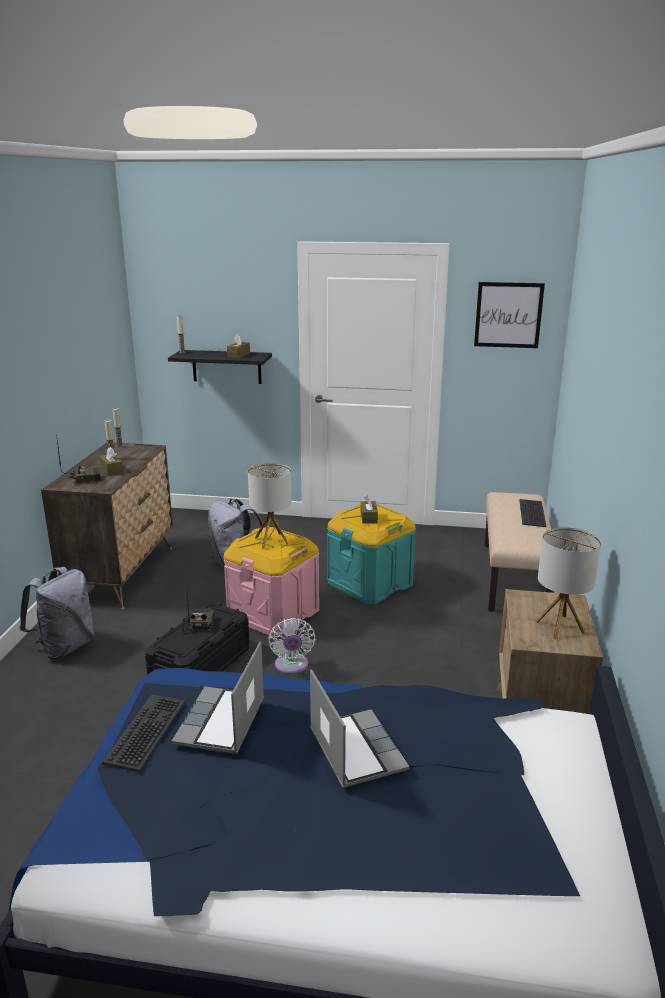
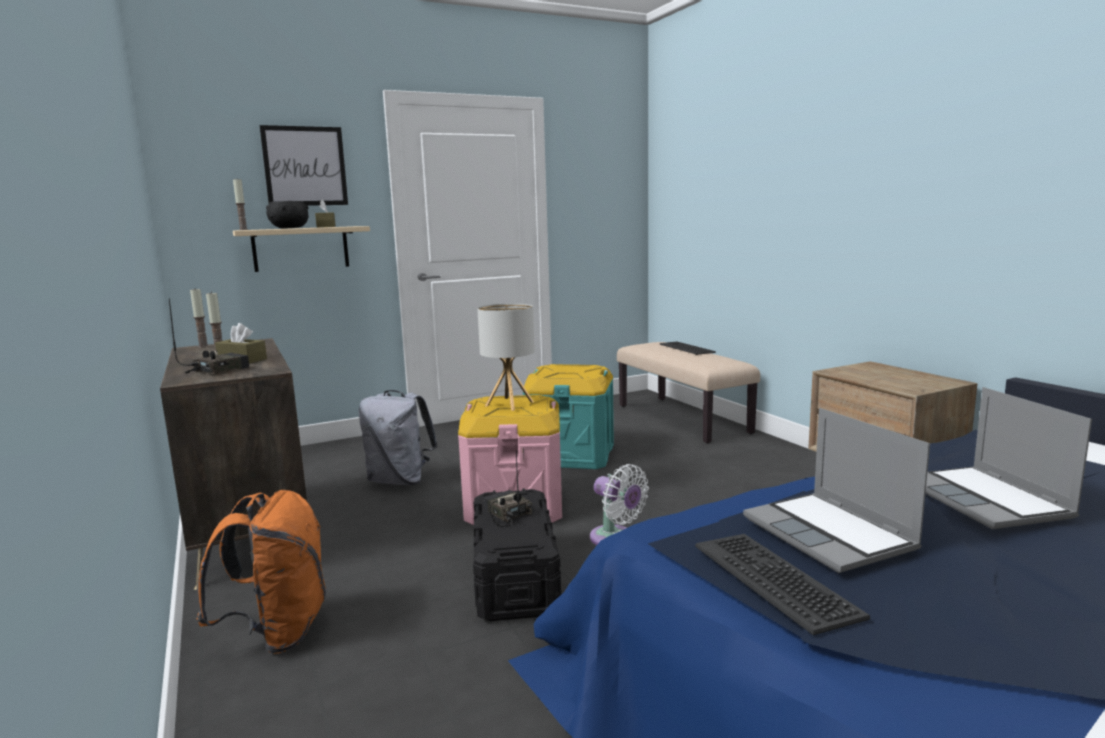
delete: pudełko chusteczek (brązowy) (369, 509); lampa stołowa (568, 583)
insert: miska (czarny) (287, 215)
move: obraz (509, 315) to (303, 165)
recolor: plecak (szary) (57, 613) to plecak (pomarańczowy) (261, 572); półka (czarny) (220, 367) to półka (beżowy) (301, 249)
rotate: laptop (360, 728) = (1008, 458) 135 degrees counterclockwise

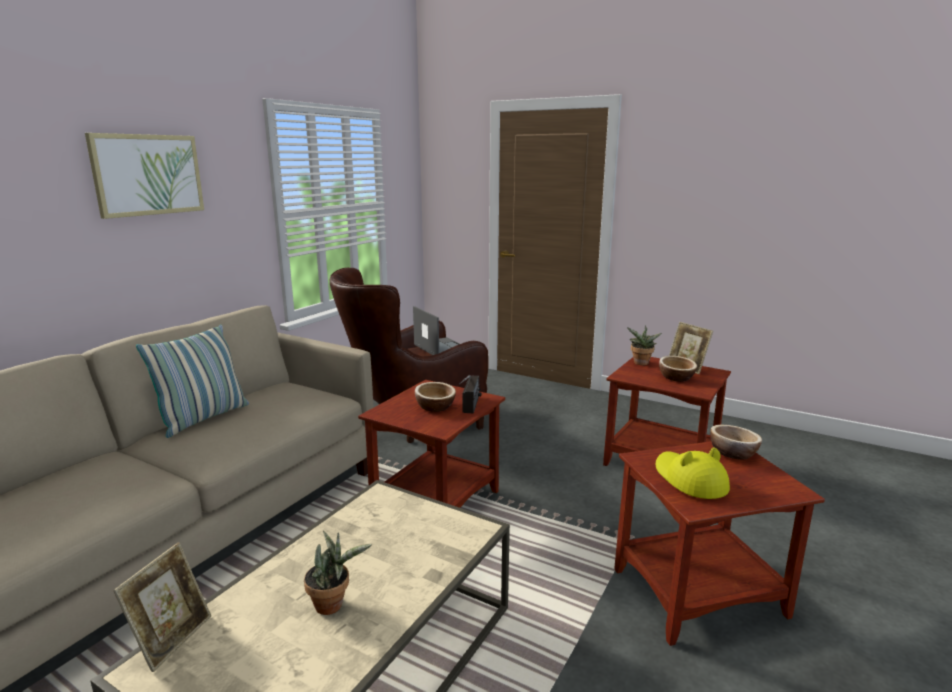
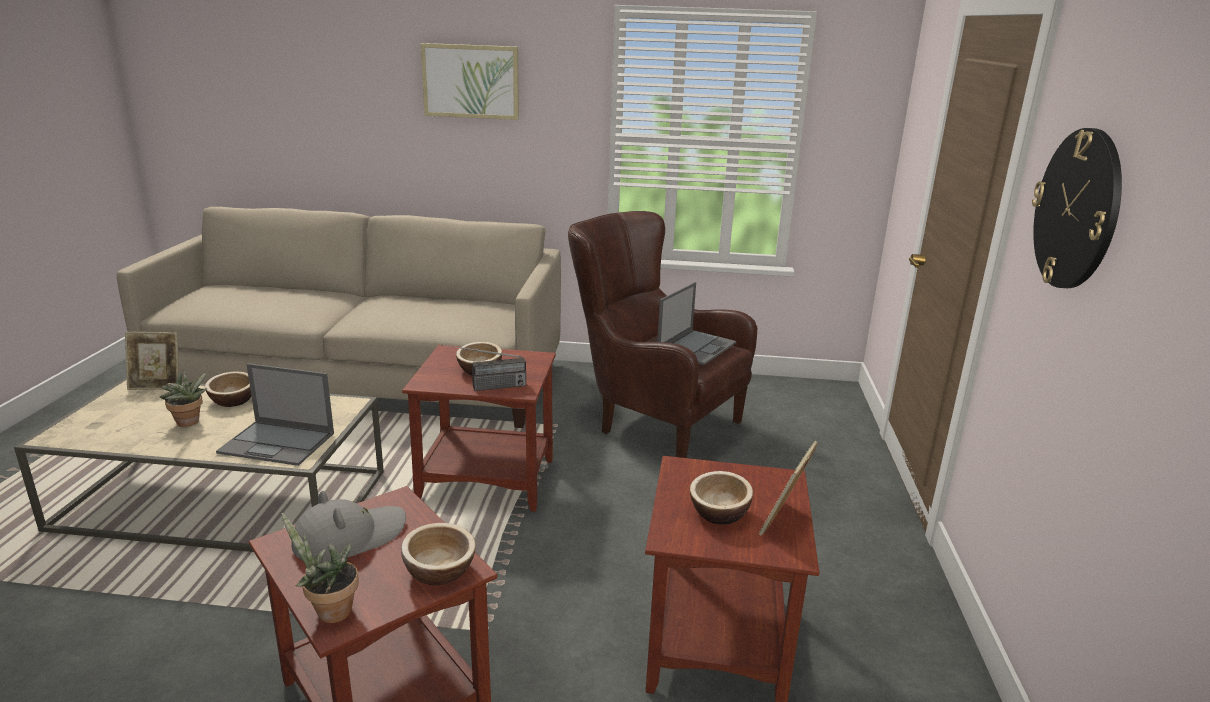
delete: poduszka (192, 381)
insert: miska (228, 389); laptop (275, 414); zegar ścienny (1077, 208)
move: roślina doniczkowa (644, 345) to (320, 568)
recolor: kapelusz (żółty) (692, 473) to kapelusz (szary) (348, 527)

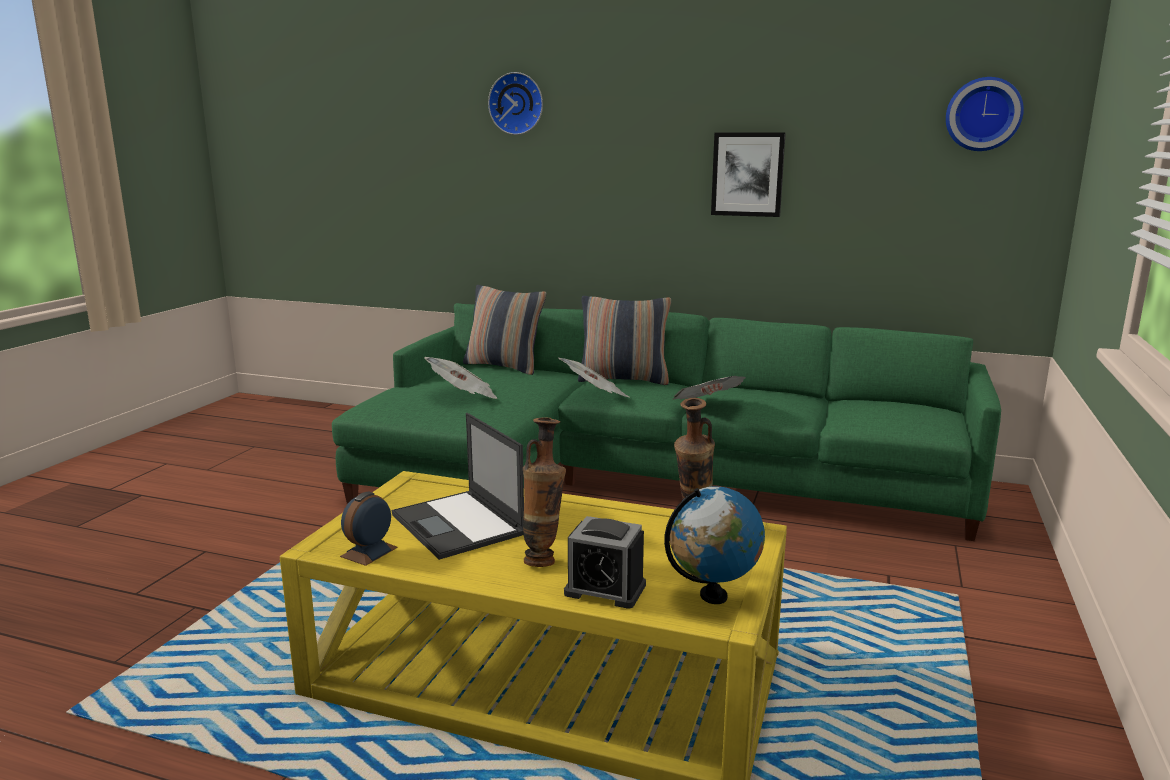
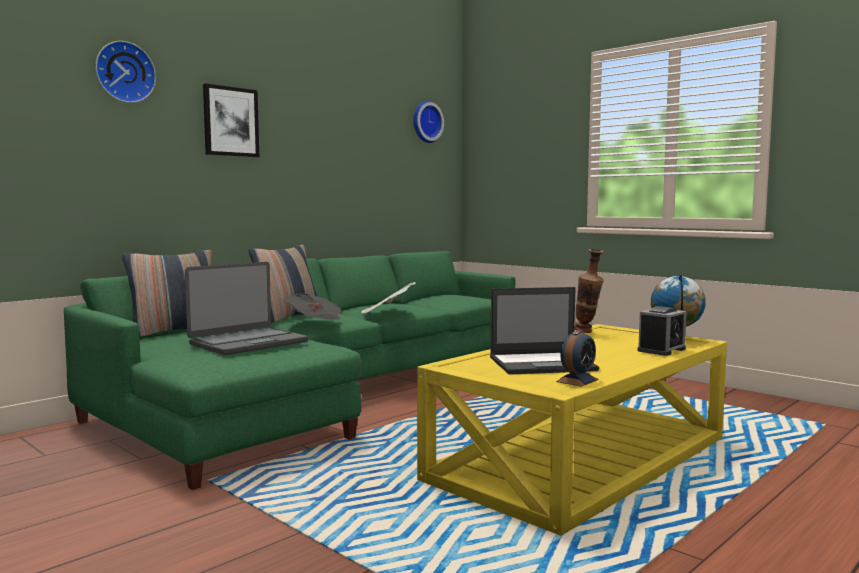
delete: wazon (544, 492)
move: obraz (748, 175) to (231, 120)
replace: gazeta (461, 378) to laptop (246, 308)
rotate: budzik (369, 529) = (577, 358) 105 degrees counterclockwise

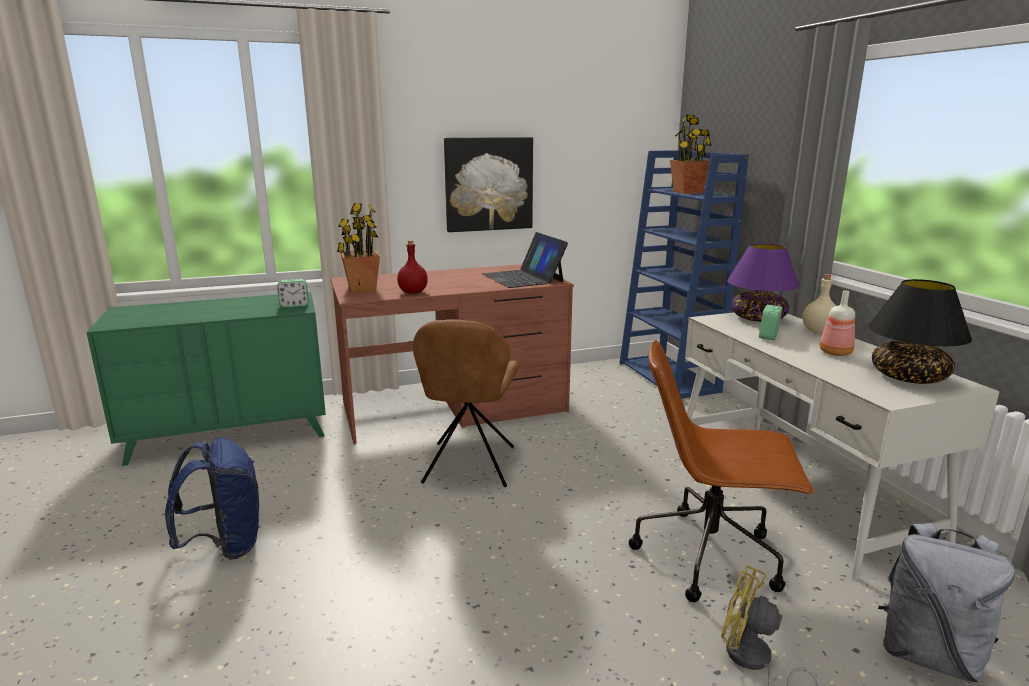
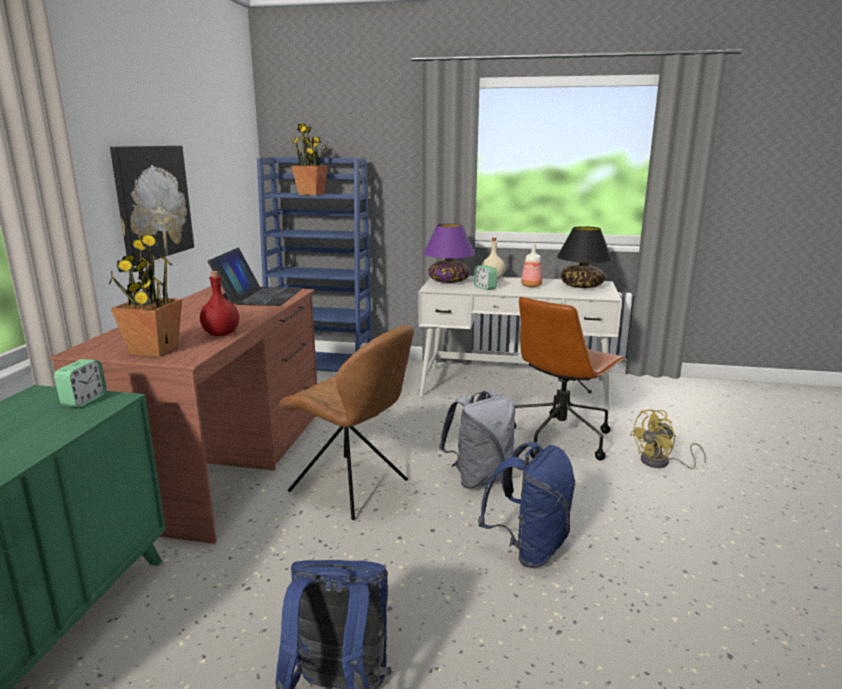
insert: plecak (niebieski) (527, 505)
move: plecak (szary) (946, 602) to (477, 439)
rotate: laptop (525, 260) = (255, 277) 90 degrees counterclockwise

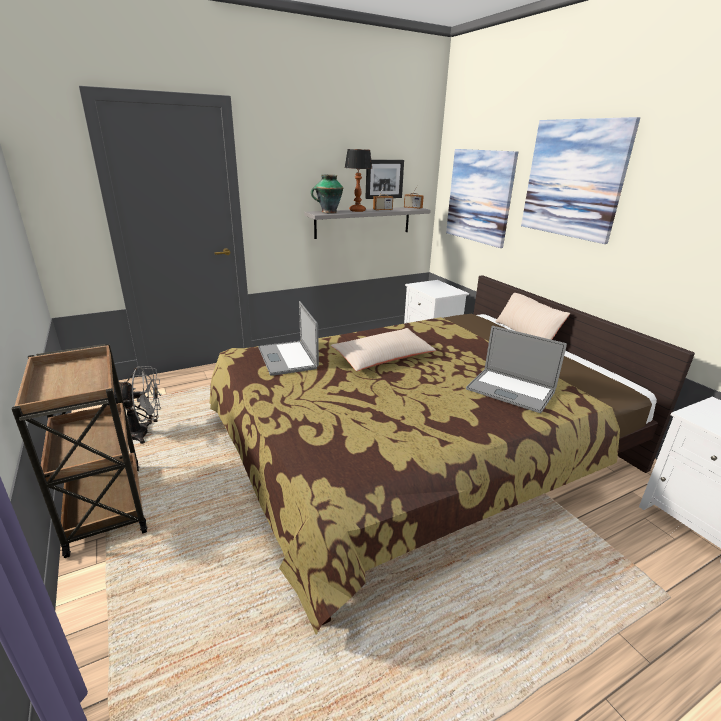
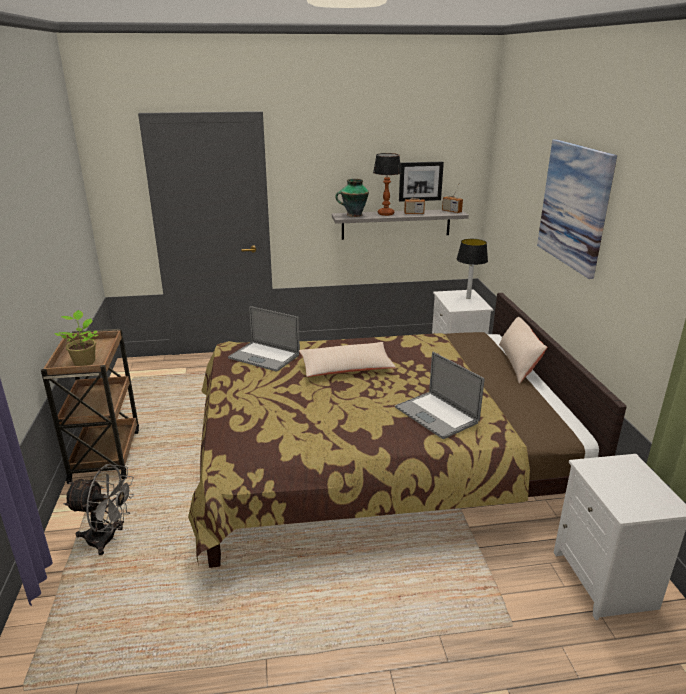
delete: obraz (482, 198)
insert: roślina doniczkowa (76, 338); lampa stołowa (472, 269)
move: wentylator (szary) (137, 405) to (99, 509)
rotate: laptop (288, 338) = (264, 339) 60 degrees counterclockwise

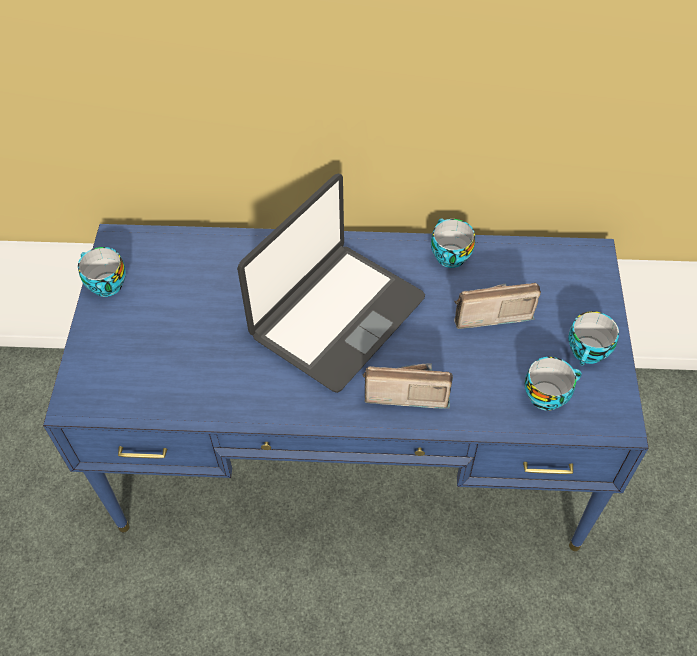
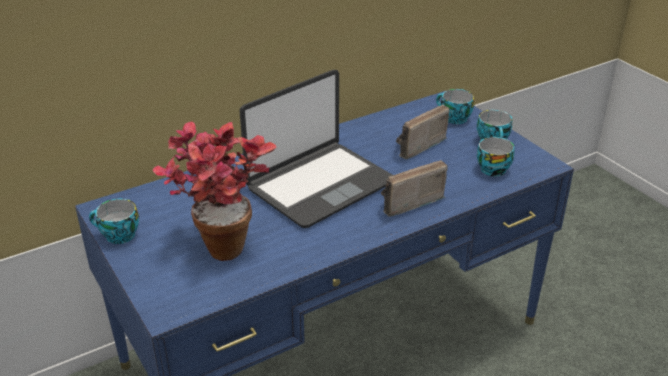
insert: roślina doniczkowa (215, 191)
move: filiżanka (453, 243) to (455, 106)
rotate: laptop (331, 283) = (316, 149) 45 degrees clockwise

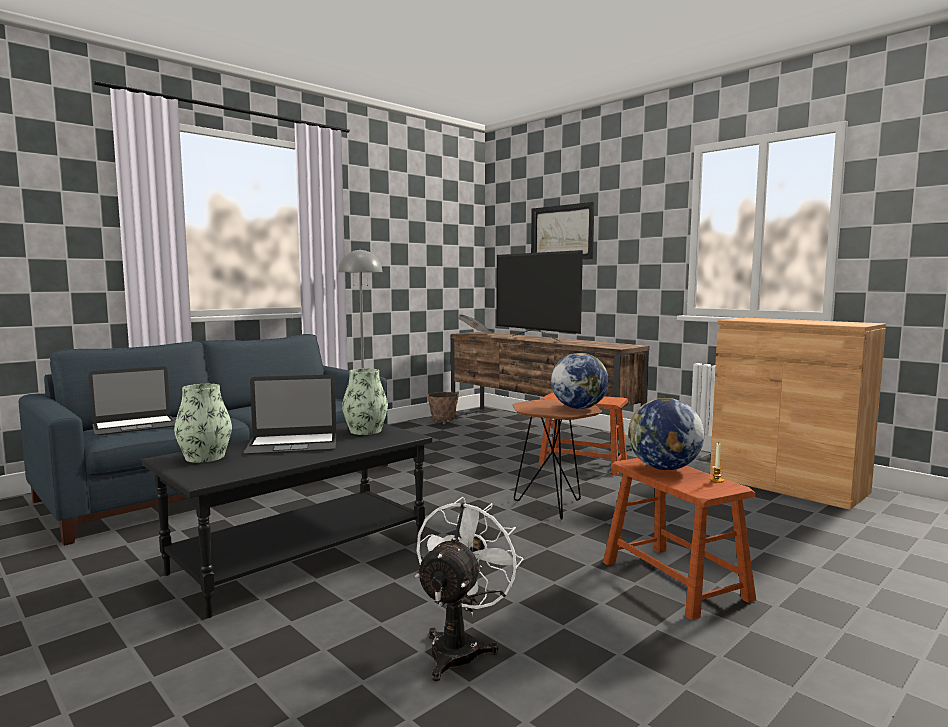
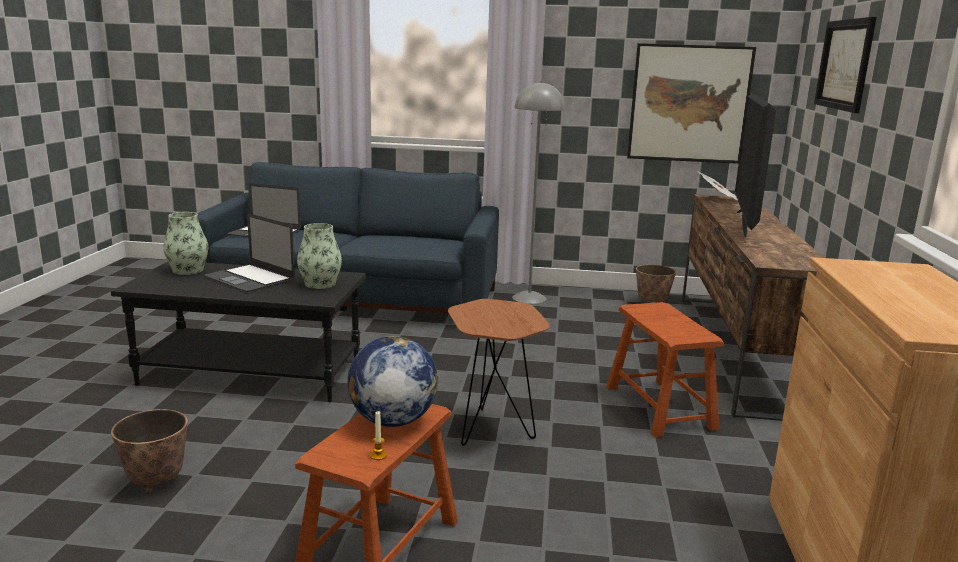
delete: globus (580, 381)
insert: obraz (691, 103)
replace: wentylator (biały) (469, 589) to donica (149, 451)

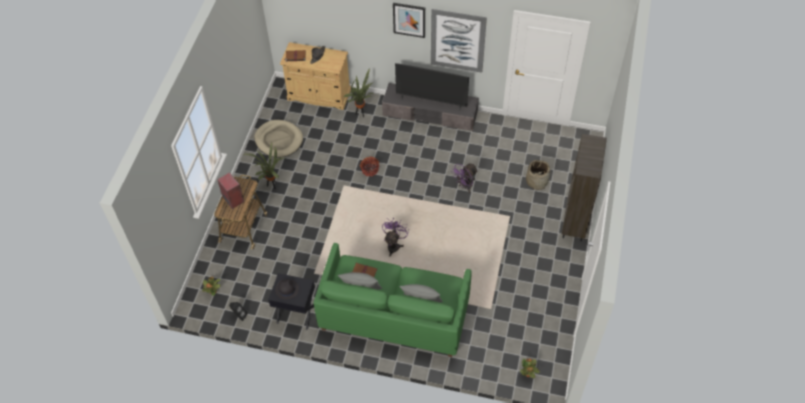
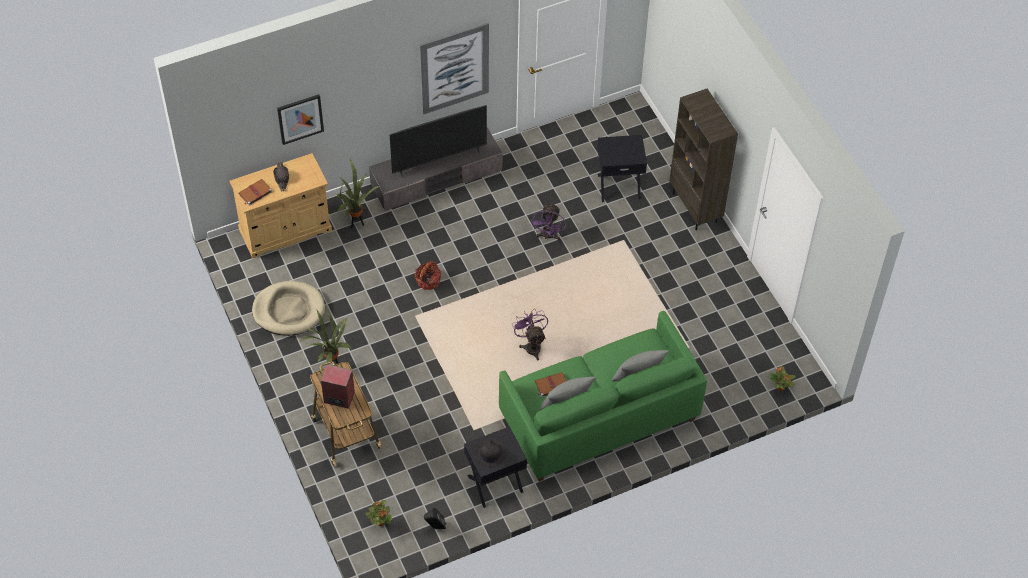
move: obraz (409, 20) to (300, 119)
replace: koszyk (538, 175) to stolik (czarny) (622, 168)

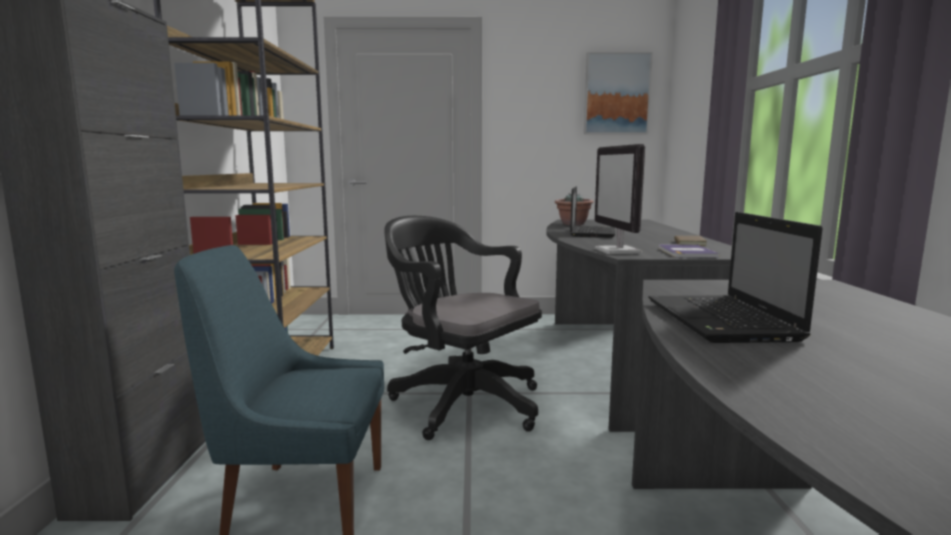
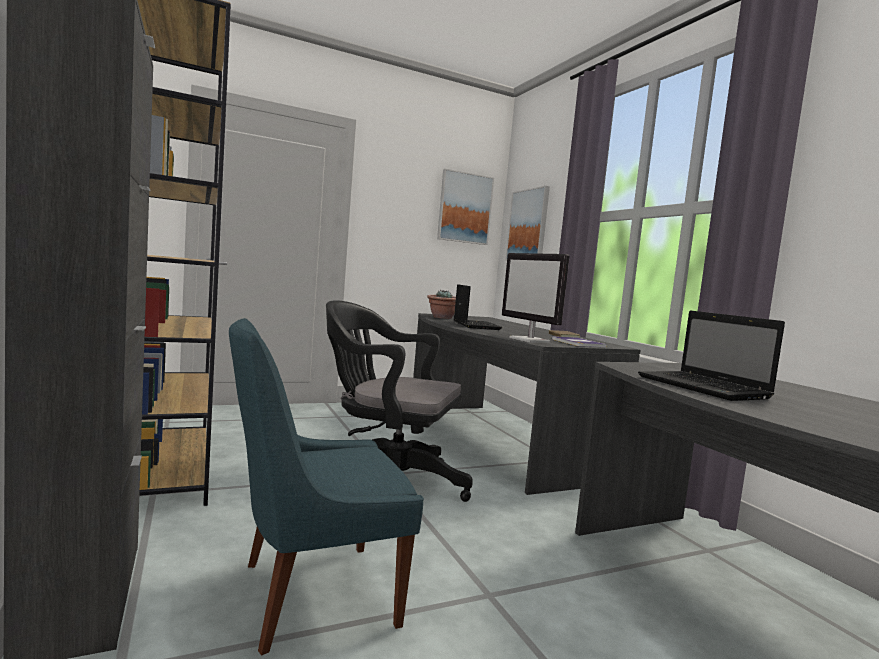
insert: obraz (527, 223)

